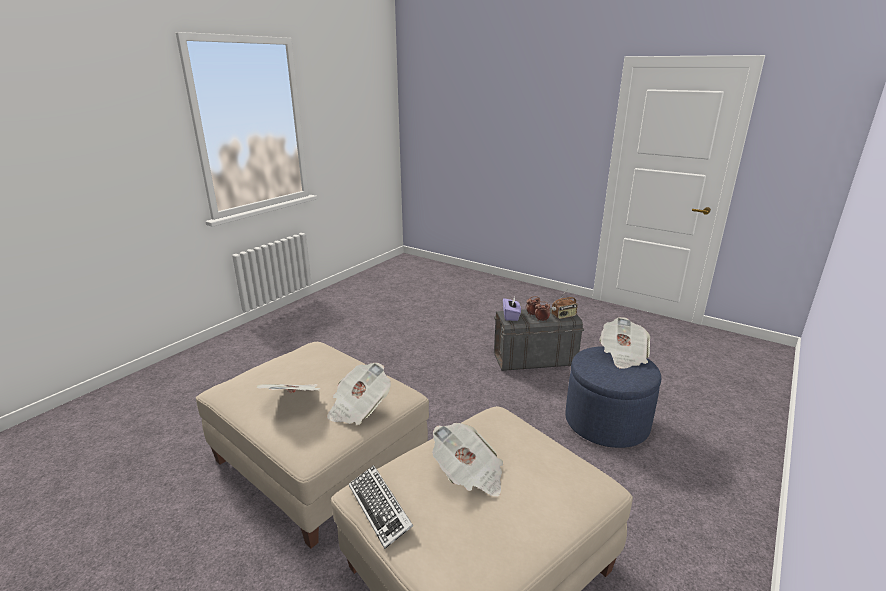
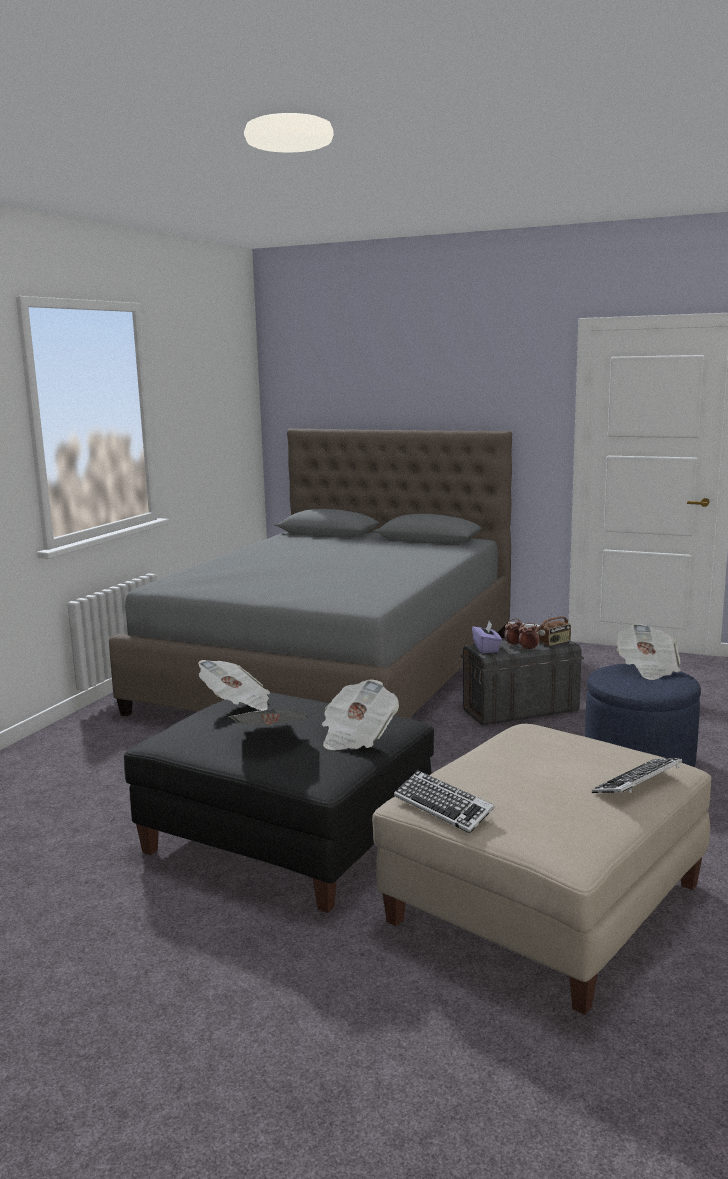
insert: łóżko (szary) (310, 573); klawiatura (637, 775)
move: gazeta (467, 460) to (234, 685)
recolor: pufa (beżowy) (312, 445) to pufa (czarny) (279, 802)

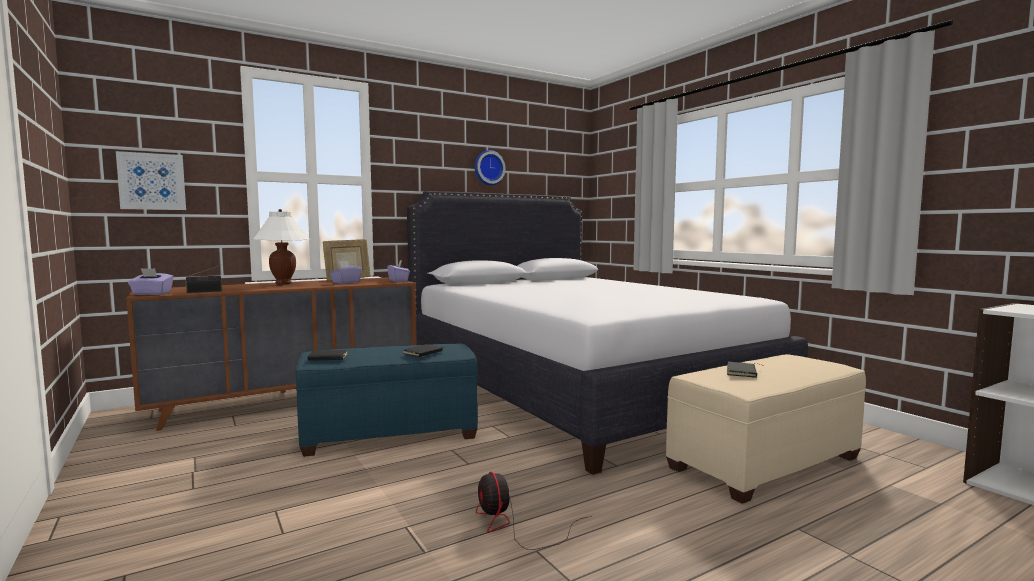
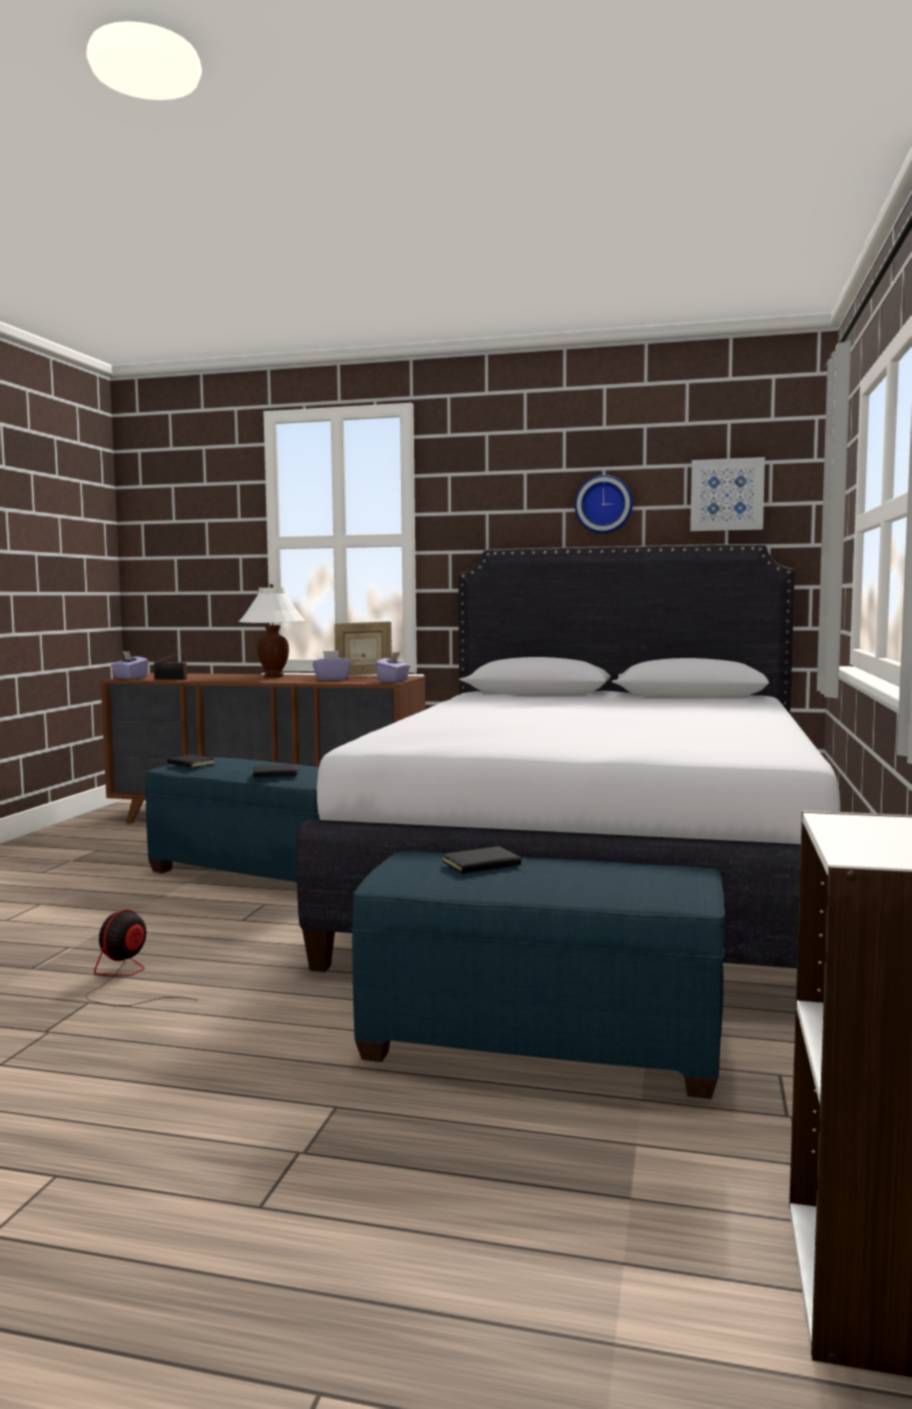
move: obraz (151, 180) to (727, 494)
recolor: pufa (beżowy) (766, 429) to pufa (niebieski) (538, 975)

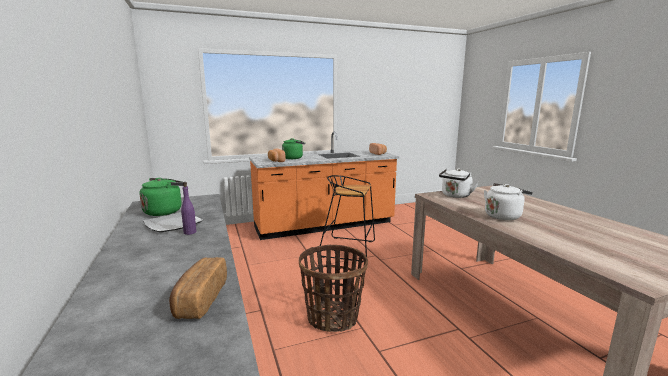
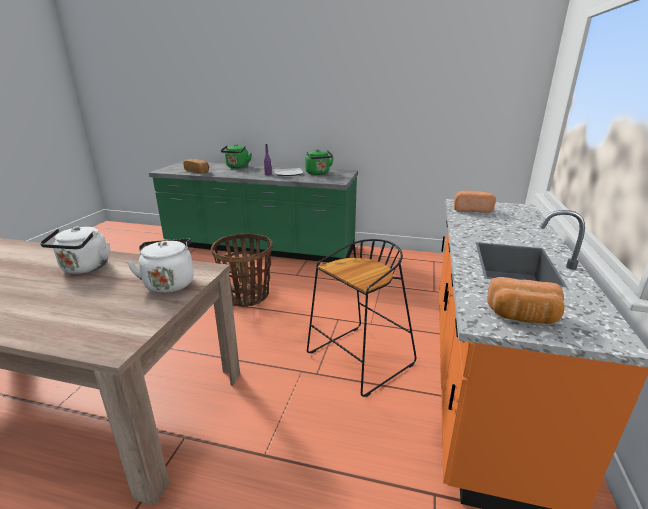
move: czajnik (zielony) (293, 148) to (236, 156)

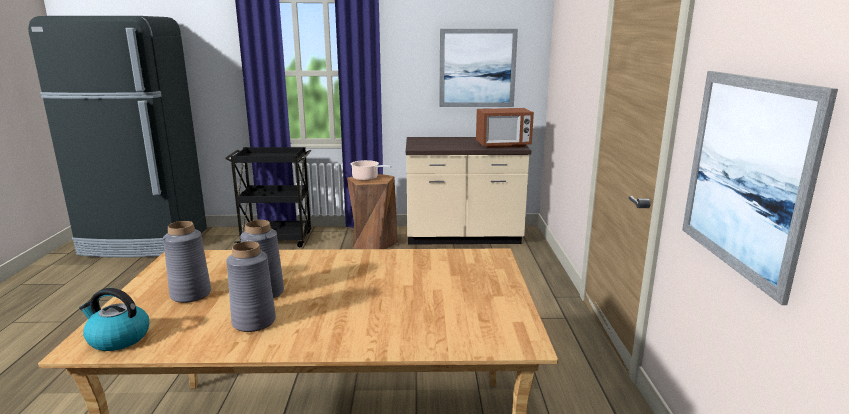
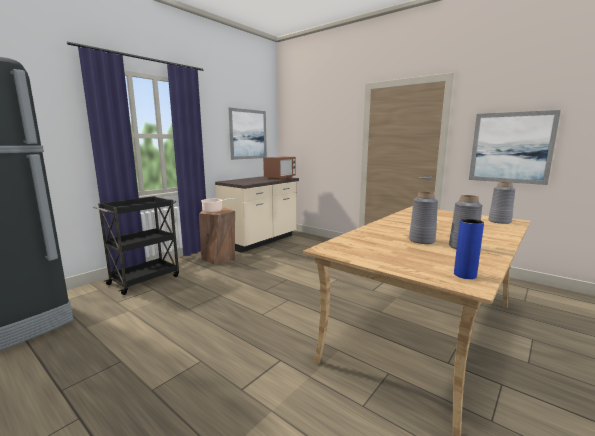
move: wazon (szary) (187, 262) to (502, 203)
replace: czajnik (114, 319) to wazon (niebieski) (469, 249)

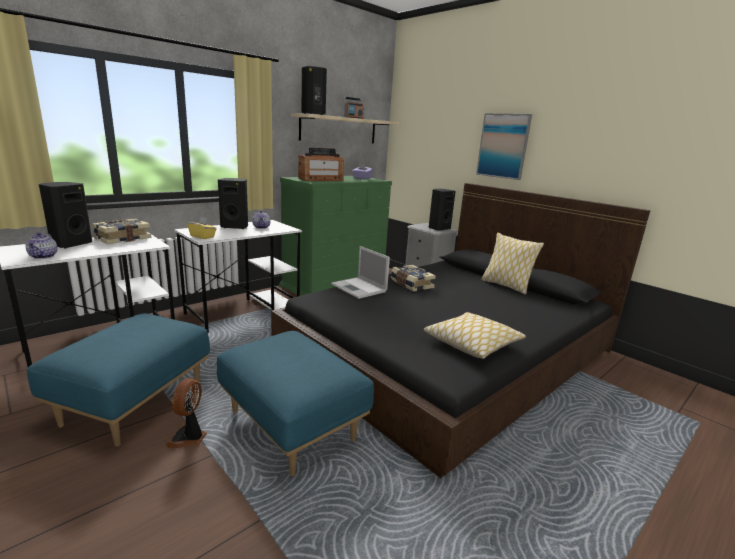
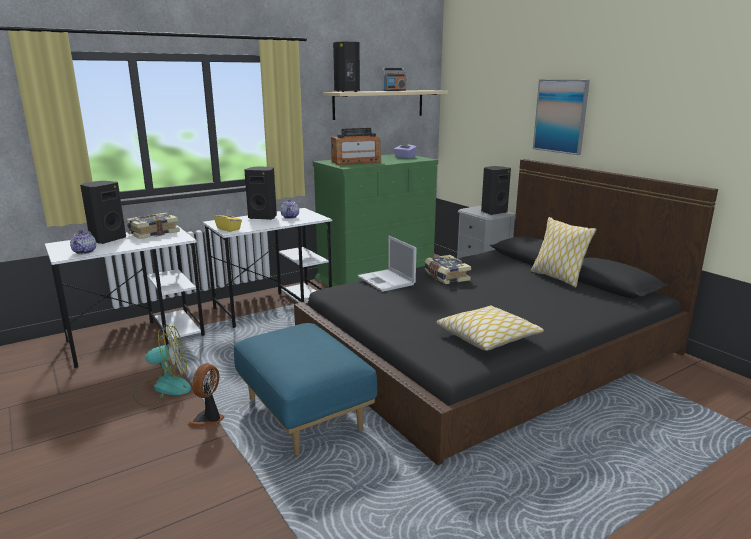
replace: pufa (niebieski) (118, 380) to wentylator (162, 366)

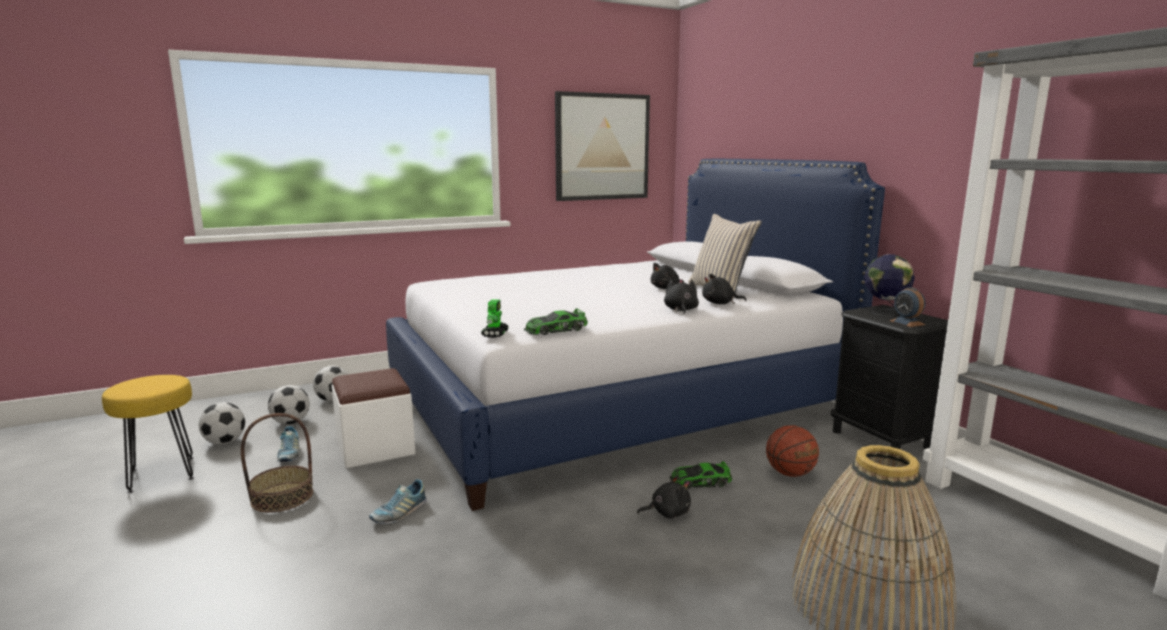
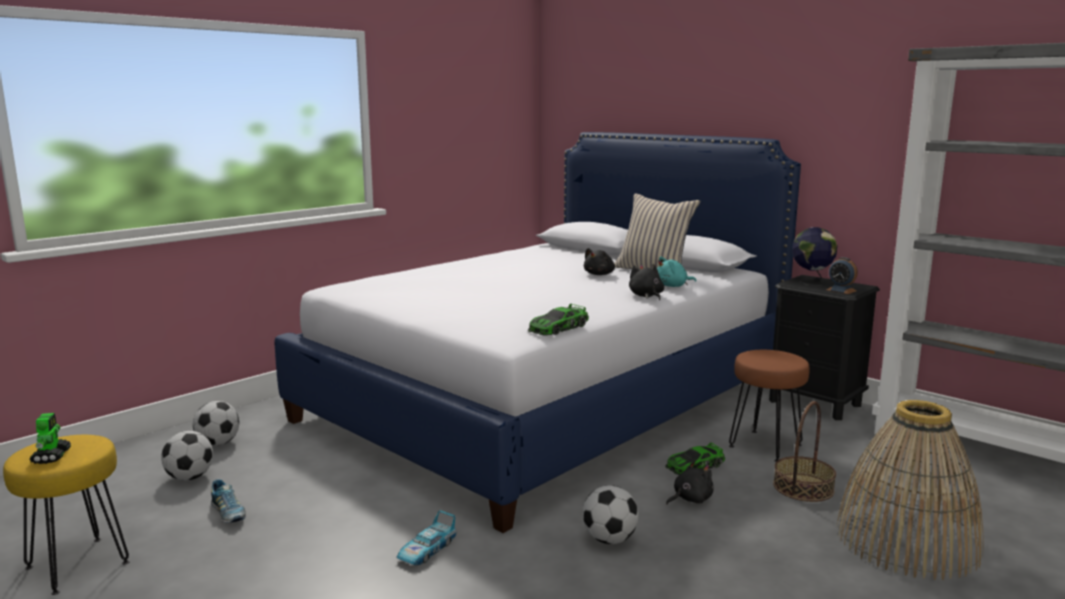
delete: pufa (biały) (373, 418); obraz (602, 146)
move: piłka futbolowa (222, 423) to (611, 514); koszyk (277, 463) to (804, 451); robot zabawkowy (495, 318) to (50, 438)
replace: but (398, 501) to samochodzik (427, 537); piłka do koszykówki (792, 451) to stołek (brązowy) (769, 406)
recolor: pluszak (czarny) (724, 289) to pluszak (turkusowy) (676, 272)

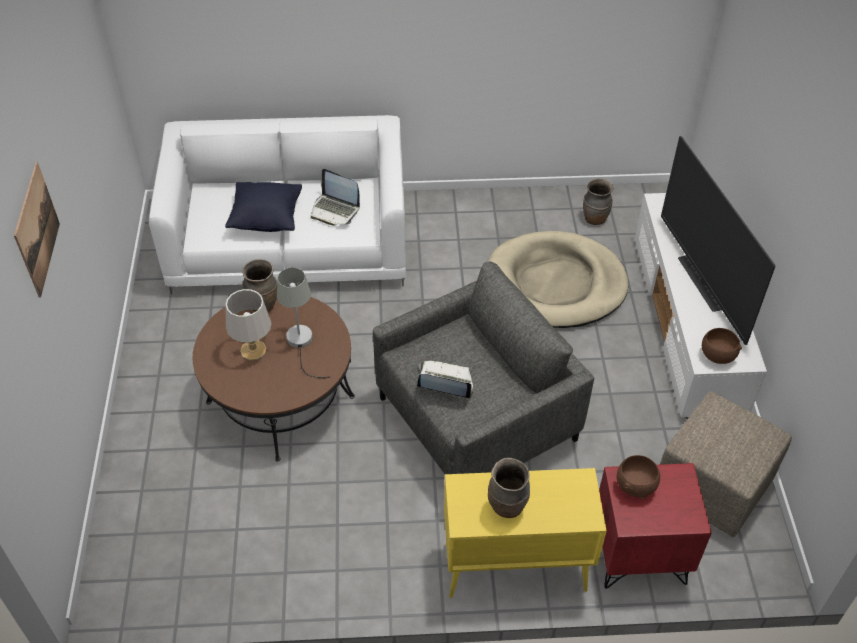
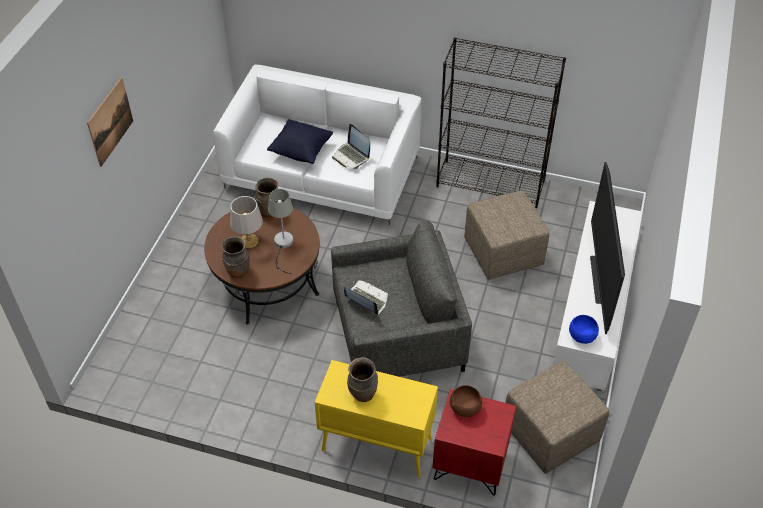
insert: regał (czarny) (501, 122)
move: wazon (brązowy) (598, 201) to (236, 257)
replace: legowisko (beżowy) (558, 279) to pufa (beżowy) (506, 235)
recolor: miska (brązowy) (722, 346) to miska (niebieski) (584, 329)

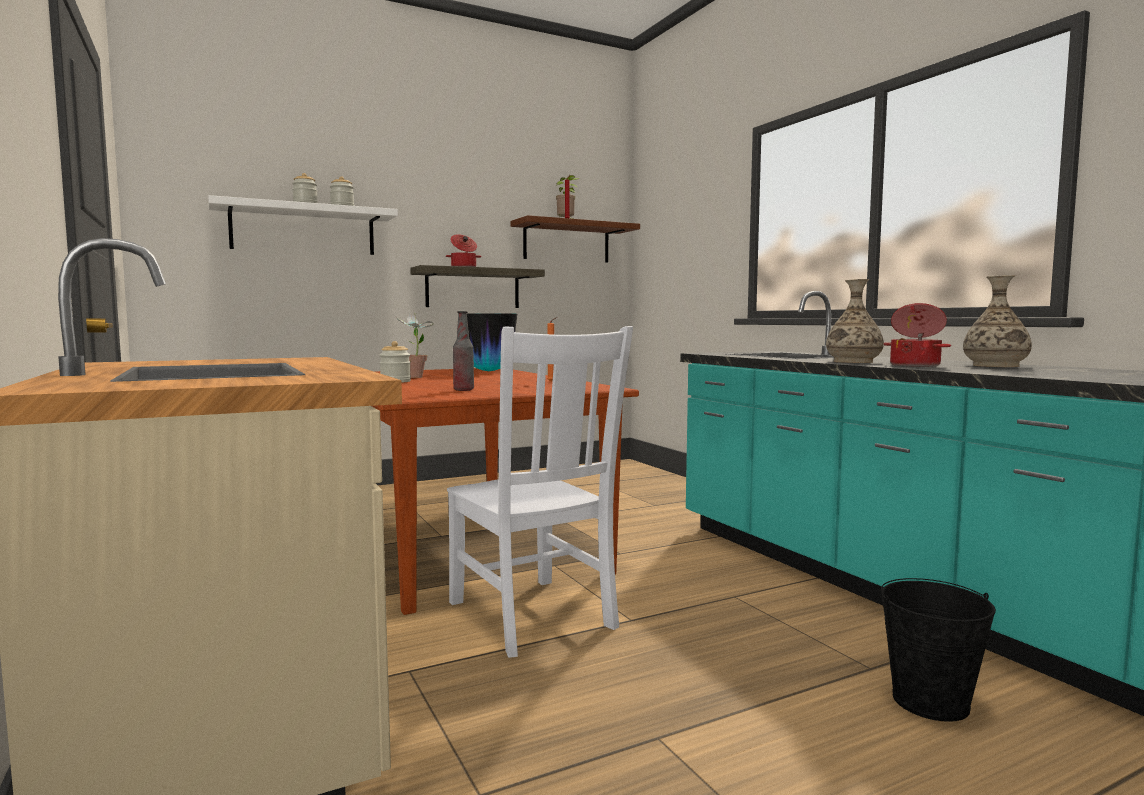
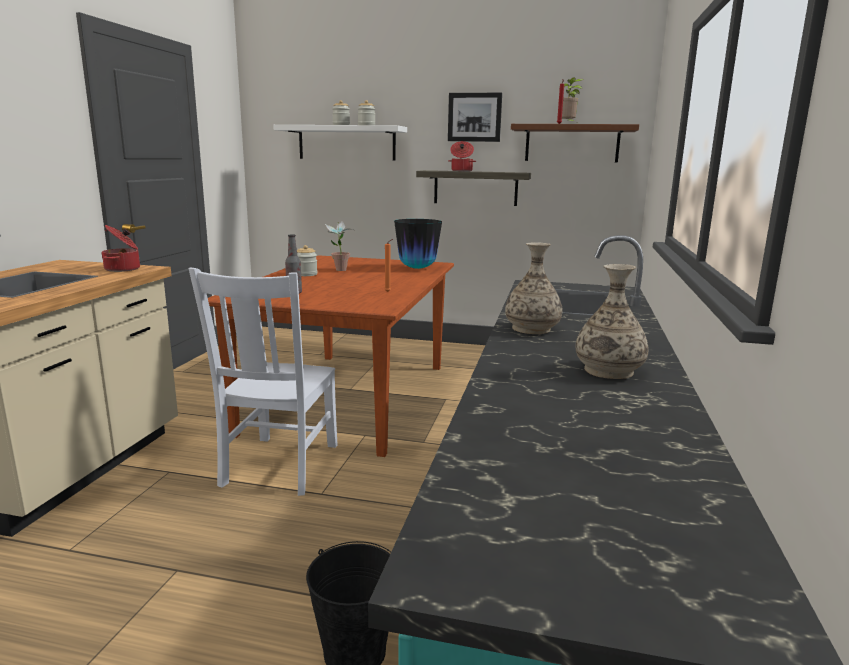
insert: obraz (475, 117)
move: garnek (917, 335) to (120, 248)

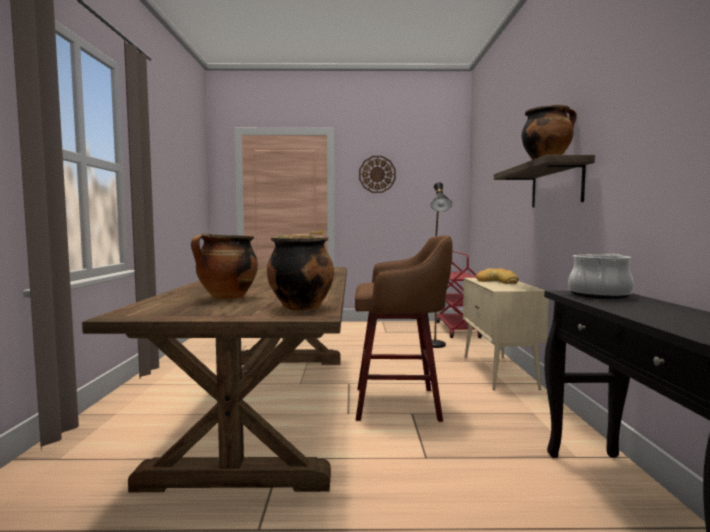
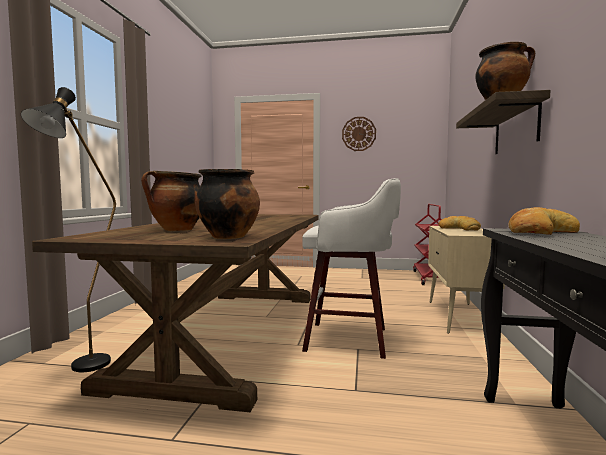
move: lampa stojąca (czarny) (441, 265) to (68, 229)
replace: garnek (601, 276) to chleb (544, 221)
recolor: stołek (brązowy) (404, 329) to stołek (biały) (351, 268)

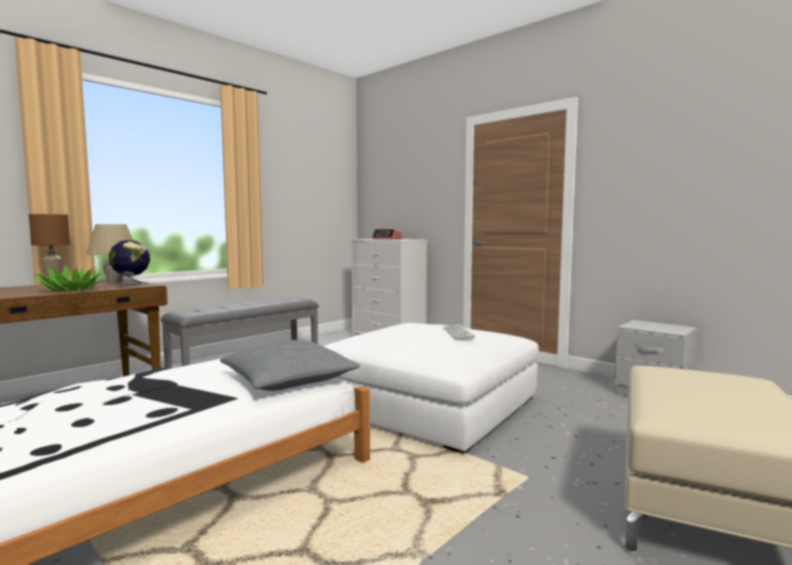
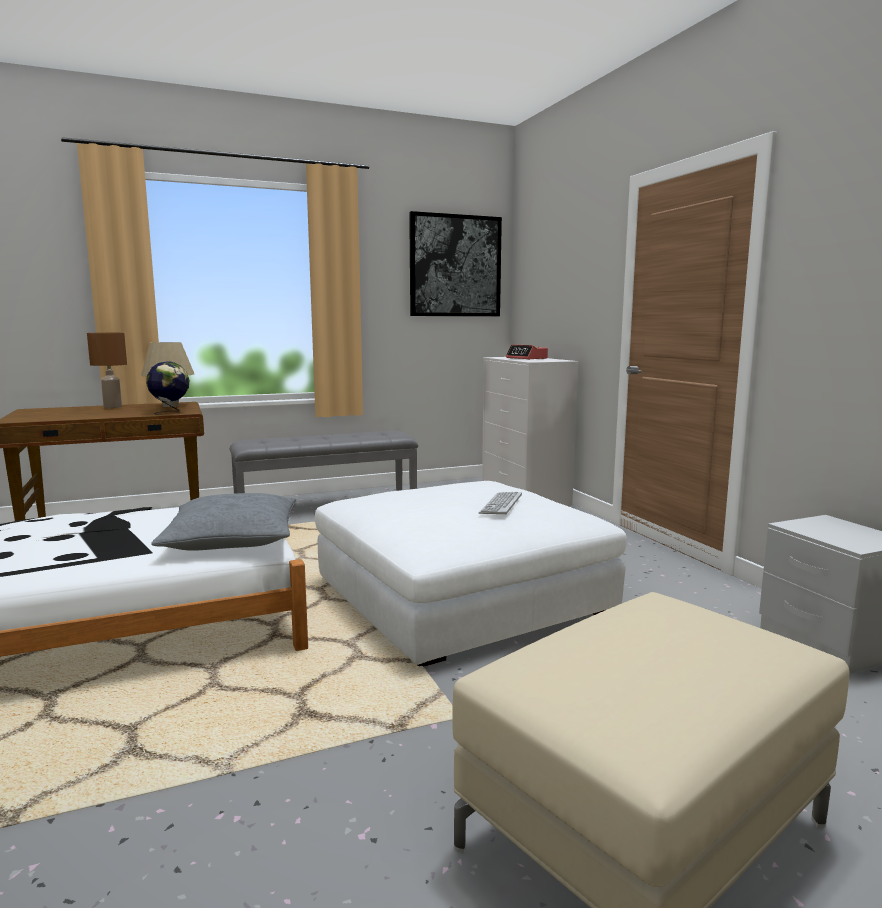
delete: roślina doniczkowa (69, 278)
insert: obraz (455, 263)

